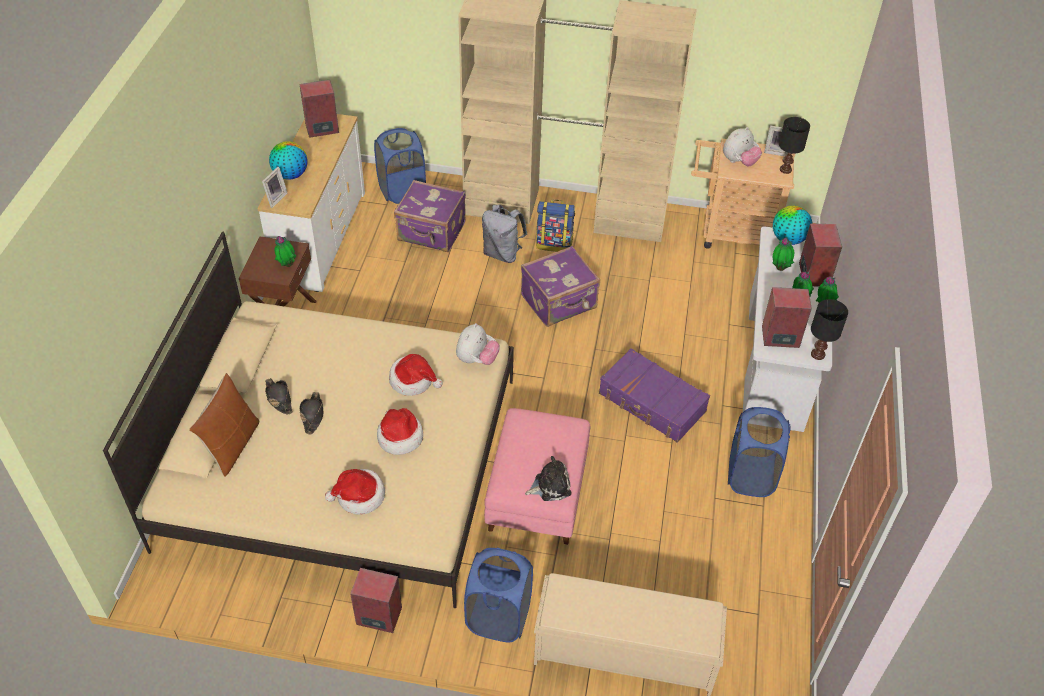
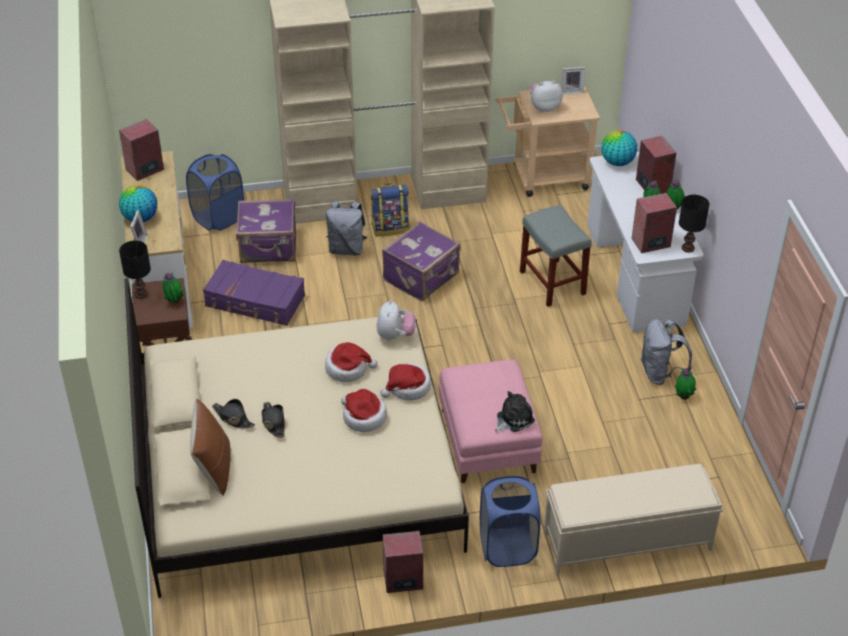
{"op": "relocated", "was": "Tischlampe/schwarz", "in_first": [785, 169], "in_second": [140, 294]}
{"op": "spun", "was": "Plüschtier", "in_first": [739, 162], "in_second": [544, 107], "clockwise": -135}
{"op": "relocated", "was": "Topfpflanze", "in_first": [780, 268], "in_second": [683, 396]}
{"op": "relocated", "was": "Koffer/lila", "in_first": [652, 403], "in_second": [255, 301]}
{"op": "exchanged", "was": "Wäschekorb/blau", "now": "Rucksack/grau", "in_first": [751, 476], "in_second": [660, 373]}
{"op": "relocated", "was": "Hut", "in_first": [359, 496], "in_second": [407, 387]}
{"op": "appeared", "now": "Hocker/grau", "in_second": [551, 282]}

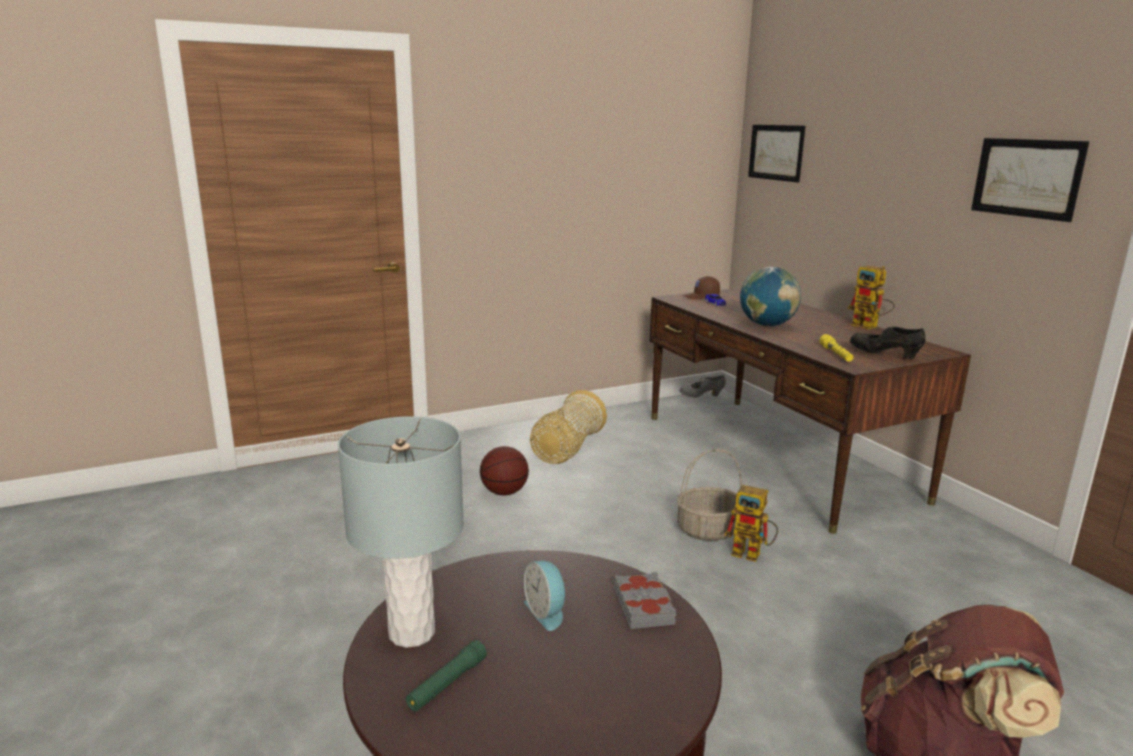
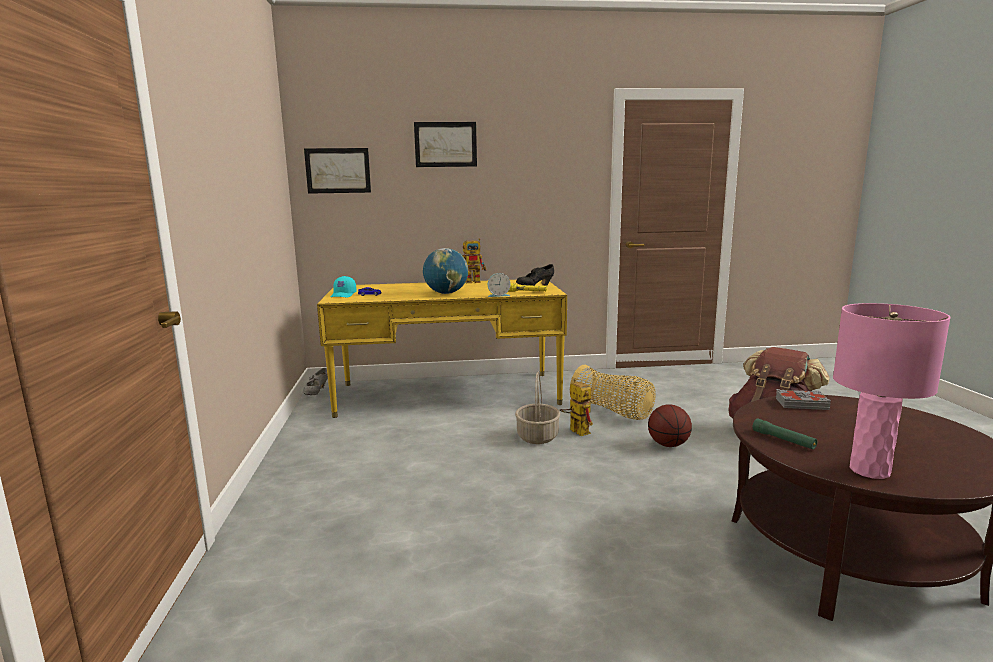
{"op": "relocated", "was": "Bild", "in_first": [1027, 178], "in_second": [445, 144]}
{"op": "colour", "was": "Kappe/braun", "now": "Kappe/türkis", "in_first": [701, 297], "in_second": [344, 295]}
{"op": "colour", "was": "Schreibtisch/braun", "now": "Schreibtisch/gelb", "in_first": [776, 456], "in_second": [447, 394]}
{"op": "relocated", "was": "Korb", "in_first": [567, 450], "in_second": [613, 412]}
{"op": "colour", "was": "Tischlampe/grau", "now": "Tischlampe/rosa", "in_first": [411, 633], "in_second": [870, 471]}
{"op": "relocated", "was": "Basketball", "in_first": [504, 492], "in_second": [668, 445]}
{"op": "spun", "was": "Spielzeugroboter", "in_first": [752, 554], "in_second": [575, 430], "clockwise": -75}
{"op": "relocated", "was": "Wecker", "in_first": [546, 612], "in_second": [498, 295]}
{"op": "relocated", "was": "Taschenlampe/grün", "in_first": [447, 684], "in_second": [783, 440]}

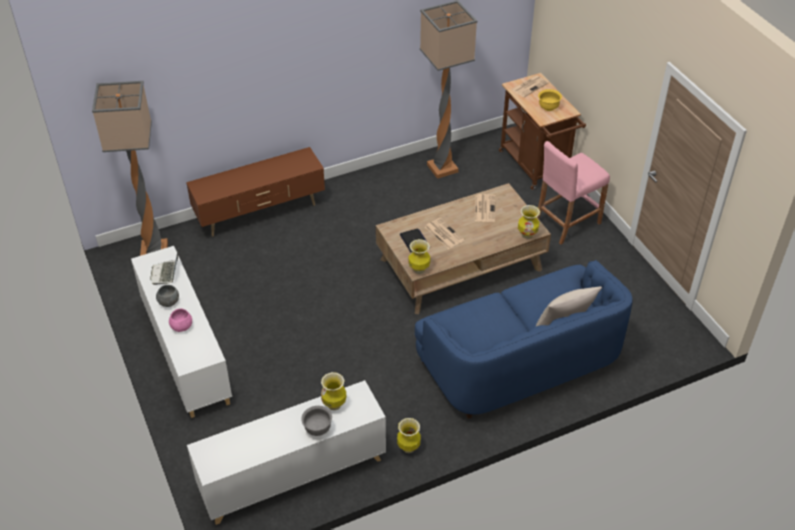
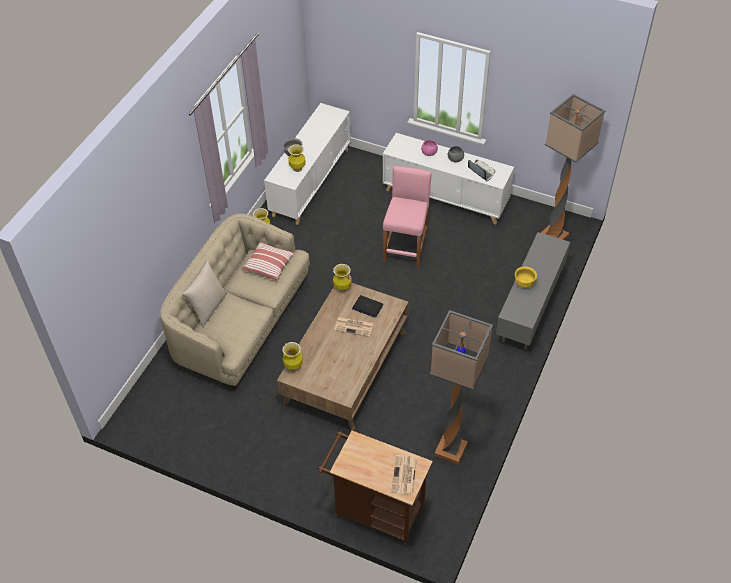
{"op": "relocated", "was": "Schüssel/gelb", "in_first": [548, 107], "in_second": [524, 283]}
{"op": "relocated", "was": "Hocker/rosa", "in_first": [566, 222], "in_second": [406, 248]}
{"op": "colour", "was": "Fernsehschrank/braun", "now": "Fernsehschrank/grau", "in_first": [260, 213], "in_second": [529, 308]}
{"op": "missing", "was": "Zeitung", "in_first": [484, 208]}
{"op": "colour", "was": "Sofa/blau", "now": "Sofa/beige", "in_first": [520, 361], "in_second": [241, 322]}
{"op": "appeared", "now": "Kissen", "in_second": [269, 265]}

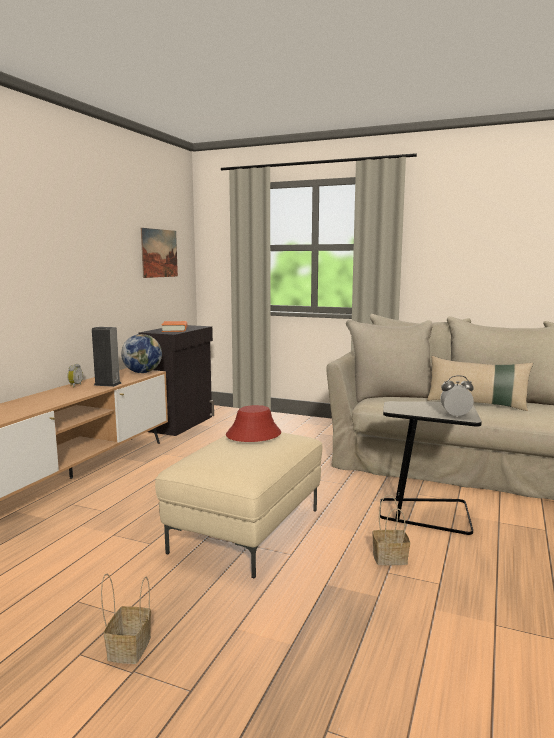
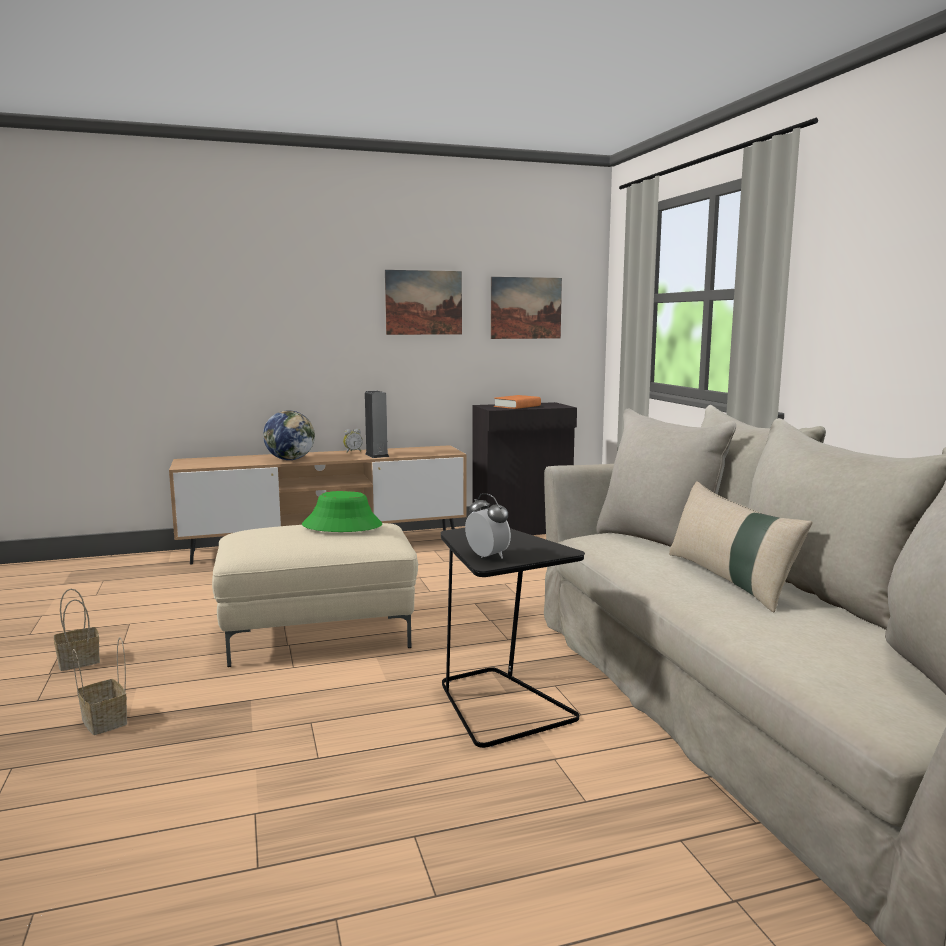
{"op": "relocated", "was": "Globus", "in_first": [142, 372], "in_second": [290, 459]}
{"op": "colour", "was": "Hut/rot", "now": "Hut/grün", "in_first": [253, 434], "in_second": [342, 525]}
{"op": "relocated", "was": "Korb", "in_first": [391, 558], "in_second": [106, 722]}
{"op": "appeared", "now": "Bild", "in_second": [423, 302]}

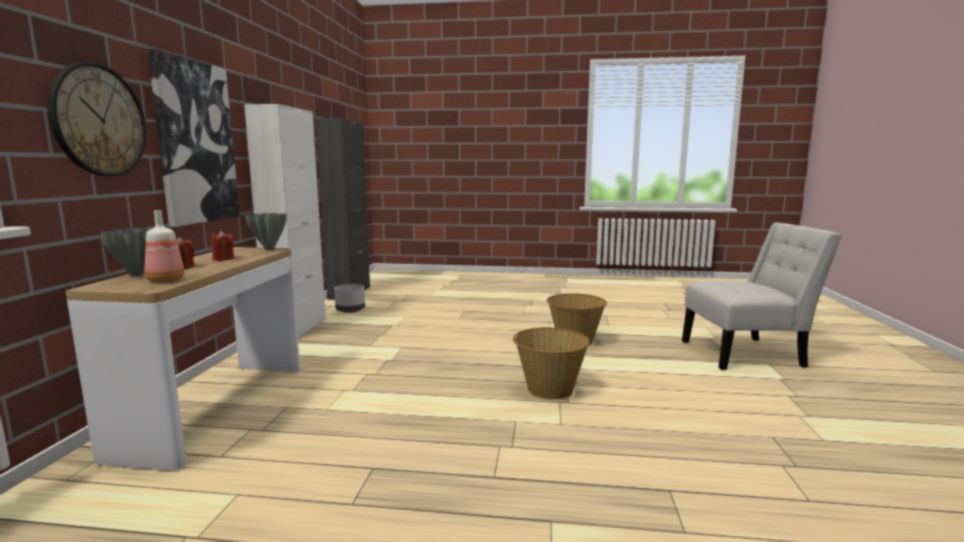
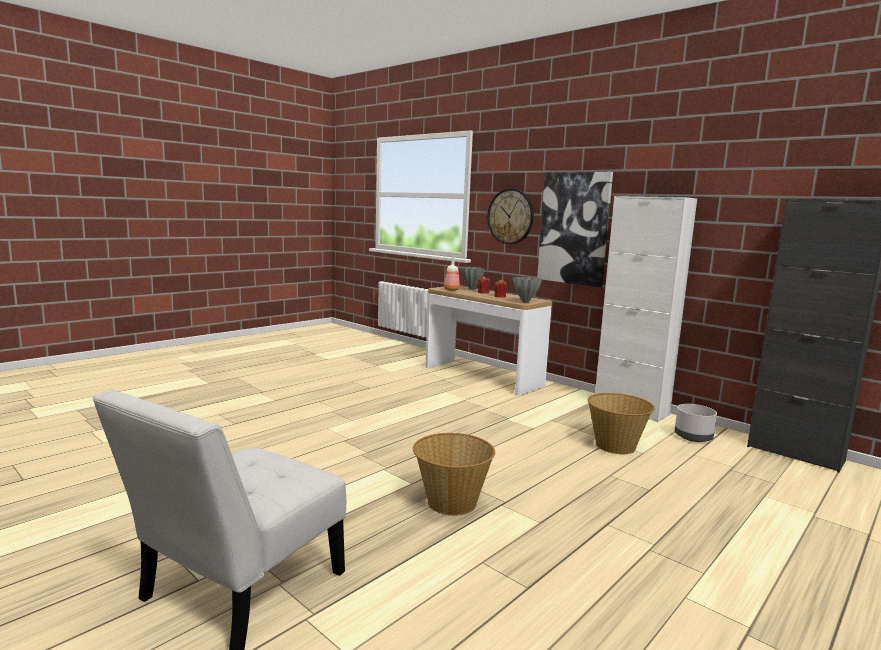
{"op": "relocated", "was": "Korb", "in_first": [549, 389], "in_second": [616, 446]}

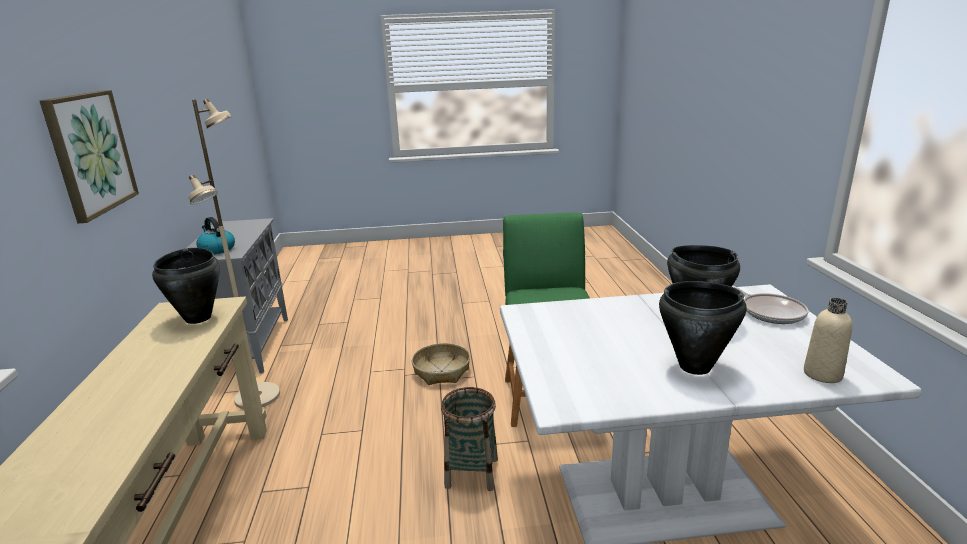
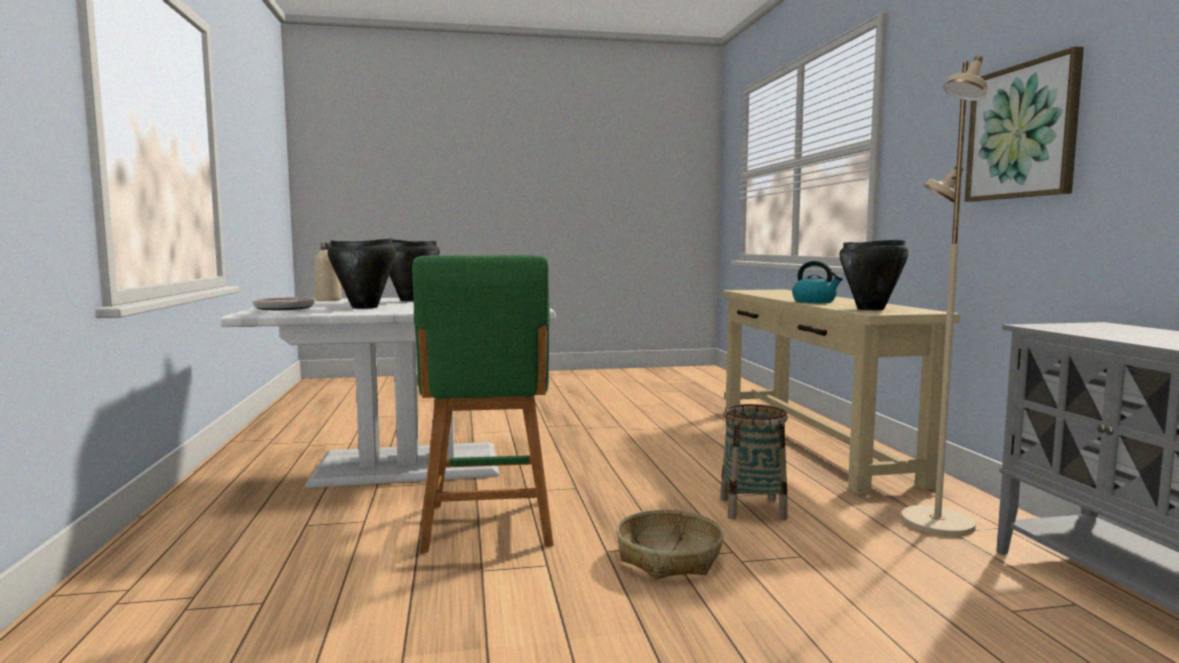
{"op": "relocated", "was": "Wasserkessel", "in_first": [217, 249], "in_second": [814, 301]}
{"op": "relocated", "was": "Korb", "in_first": [471, 473], "in_second": [752, 508]}

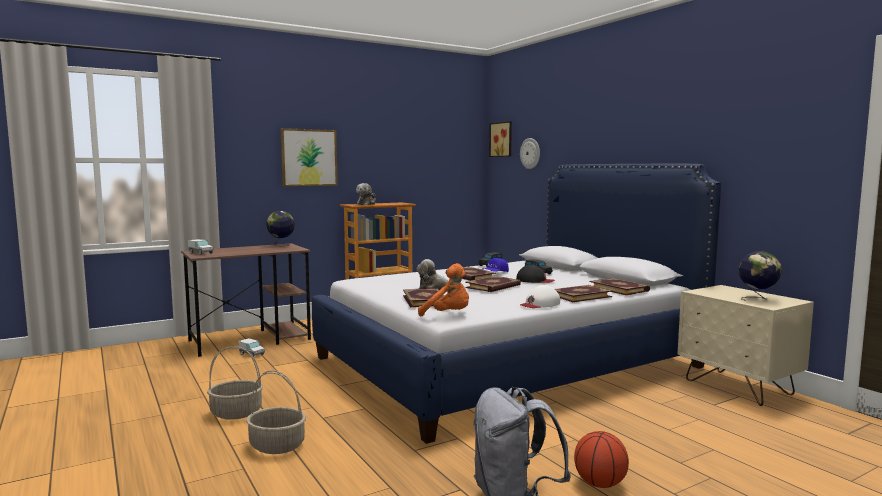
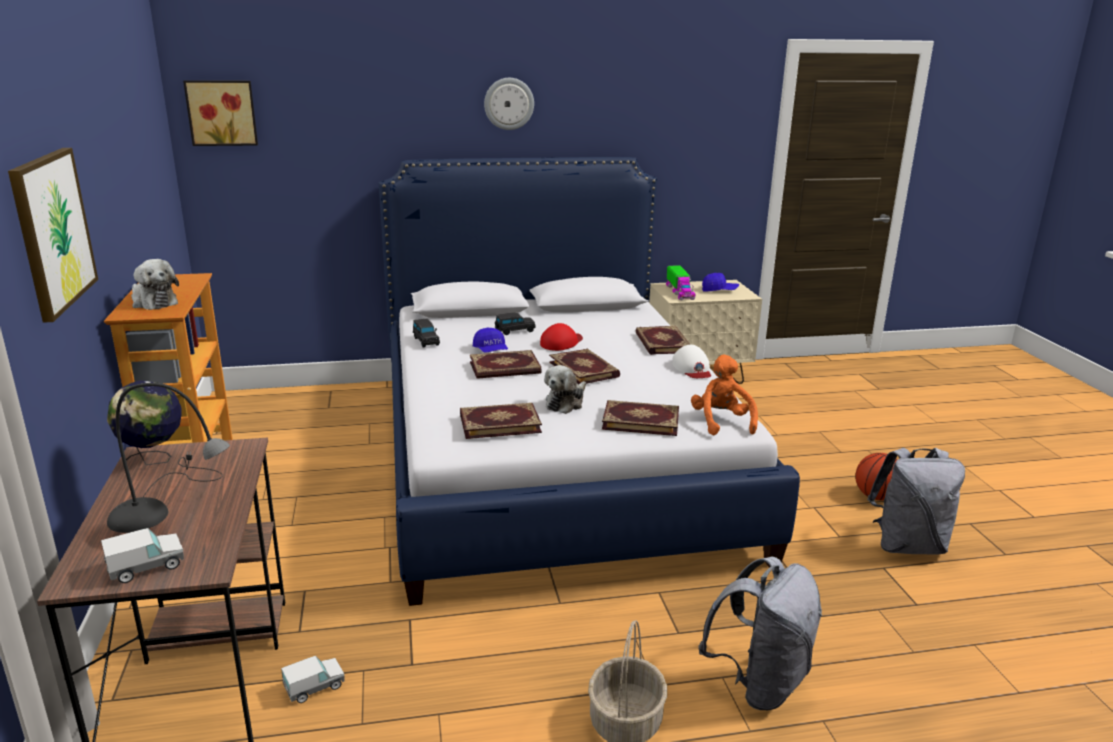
{"op": "relocated", "was": "Wanduhr", "in_first": [530, 153], "in_second": [509, 103]}
{"op": "exchanged", "was": "Globus", "now": "Kappe/blau", "in_first": [757, 299], "in_second": [719, 290]}
{"op": "spun", "was": "Plüschtier/orange", "in_first": [448, 315], "in_second": [721, 422], "clockwise": -60}
{"op": "colour", "was": "Kappe/schwarz", "now": "Kappe/rot", "in_first": [534, 280], "in_second": [561, 342]}
{"op": "relocated", "was": "Buch", "in_first": [619, 289], "in_second": [499, 423]}
{"op": "exchanged", "was": "Korb", "now": "Rucksack/grau", "in_first": [278, 445], "in_second": [759, 683]}
{"op": "appeared", "now": "Spielzeuglaster", "in_second": [679, 292]}
{"op": "appeared", "now": "Tischlampe/grau", "in_second": [171, 517]}

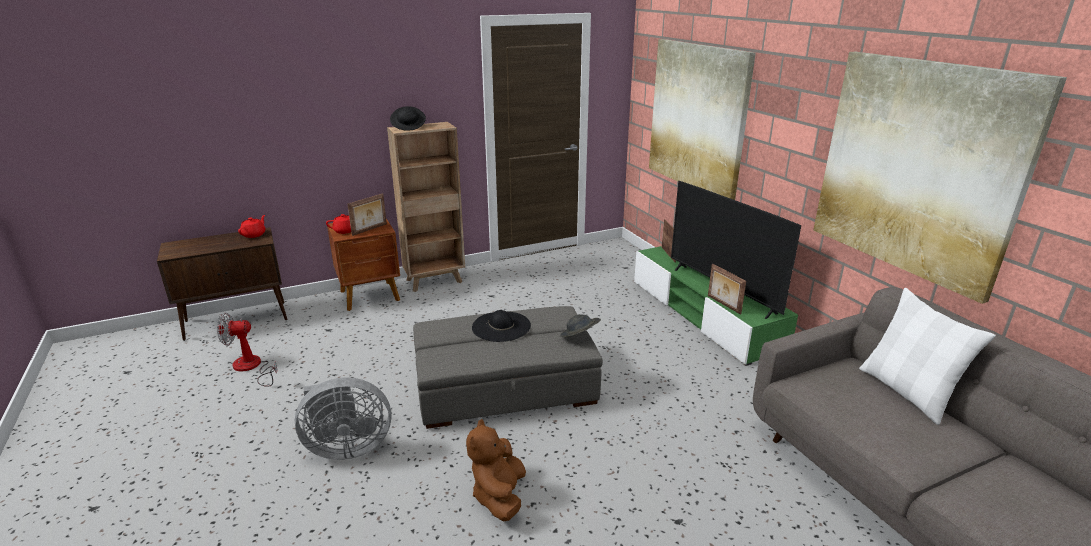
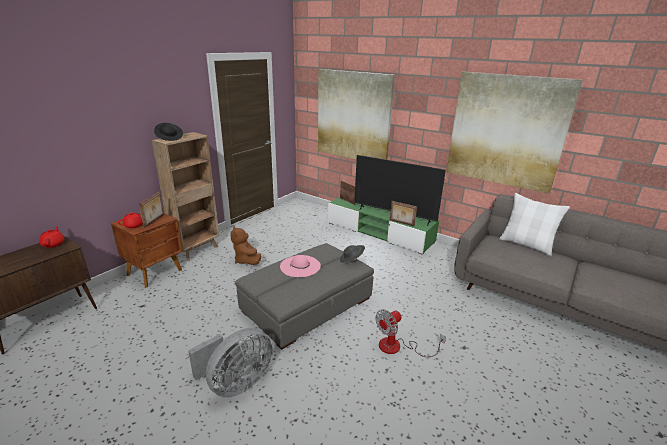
{"op": "colour", "was": "Hut/schwarz", "now": "Hut/rosa", "in_first": [501, 326], "in_second": [300, 266]}
{"op": "relocated", "was": "Ventilator", "in_first": [252, 367], "in_second": [397, 347]}
{"op": "relocated", "was": "Plüschtier/braun", "in_first": [499, 496], "in_second": [247, 260]}

